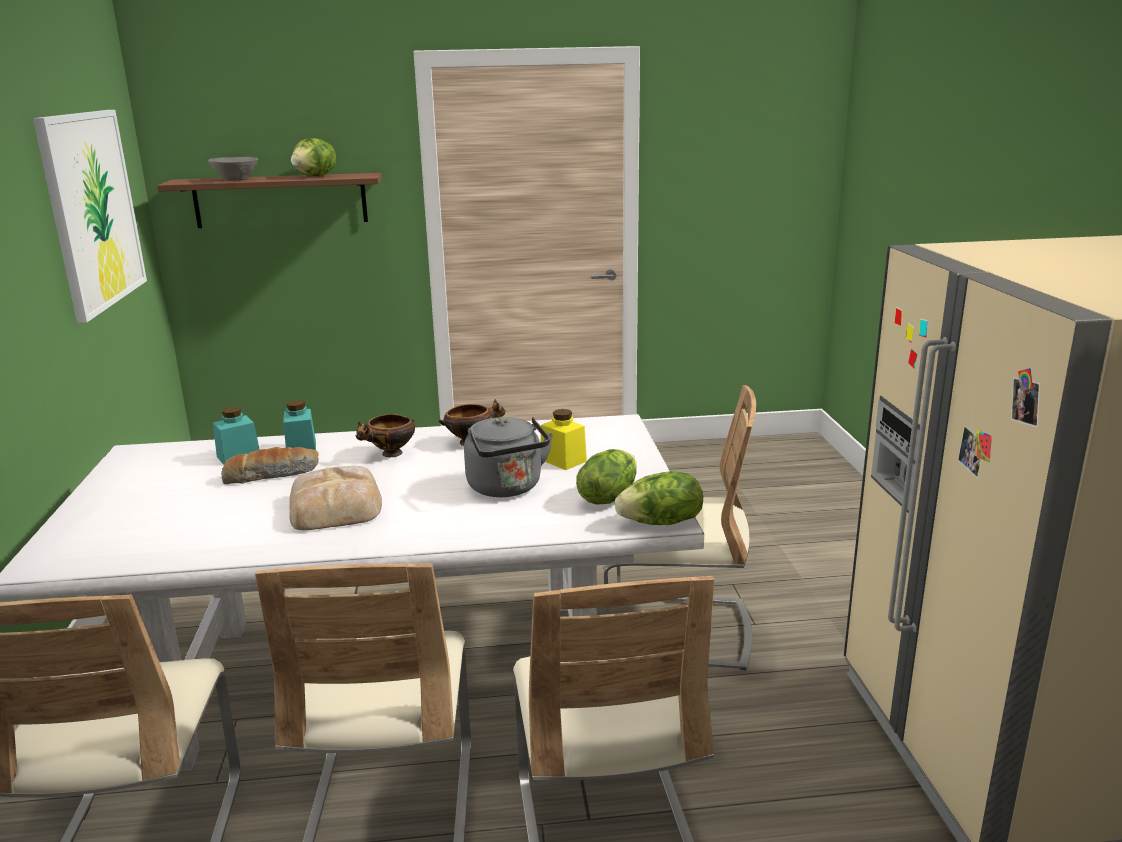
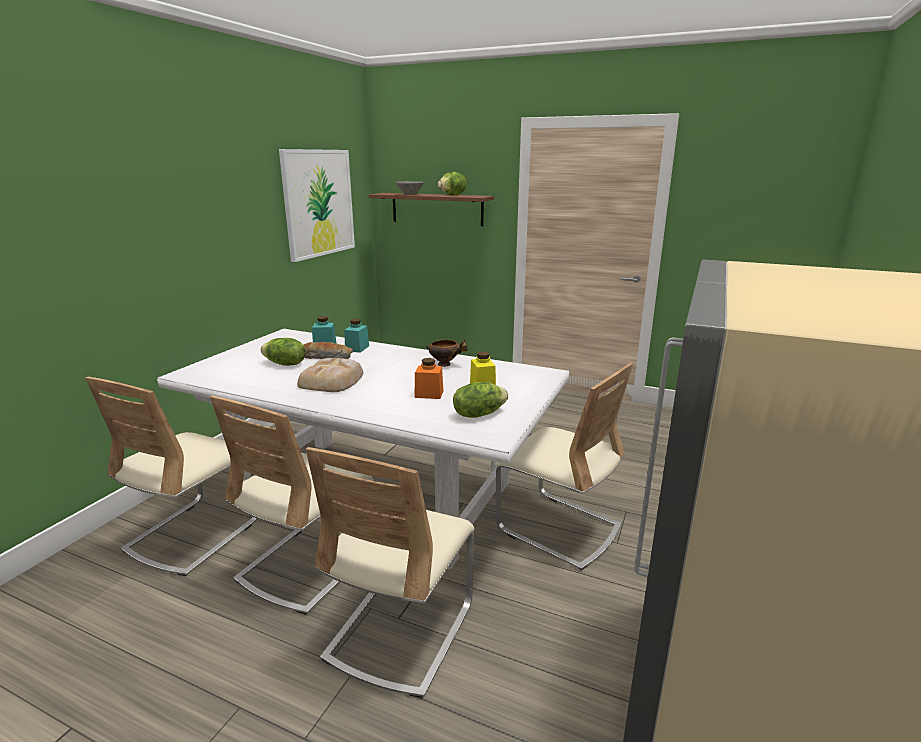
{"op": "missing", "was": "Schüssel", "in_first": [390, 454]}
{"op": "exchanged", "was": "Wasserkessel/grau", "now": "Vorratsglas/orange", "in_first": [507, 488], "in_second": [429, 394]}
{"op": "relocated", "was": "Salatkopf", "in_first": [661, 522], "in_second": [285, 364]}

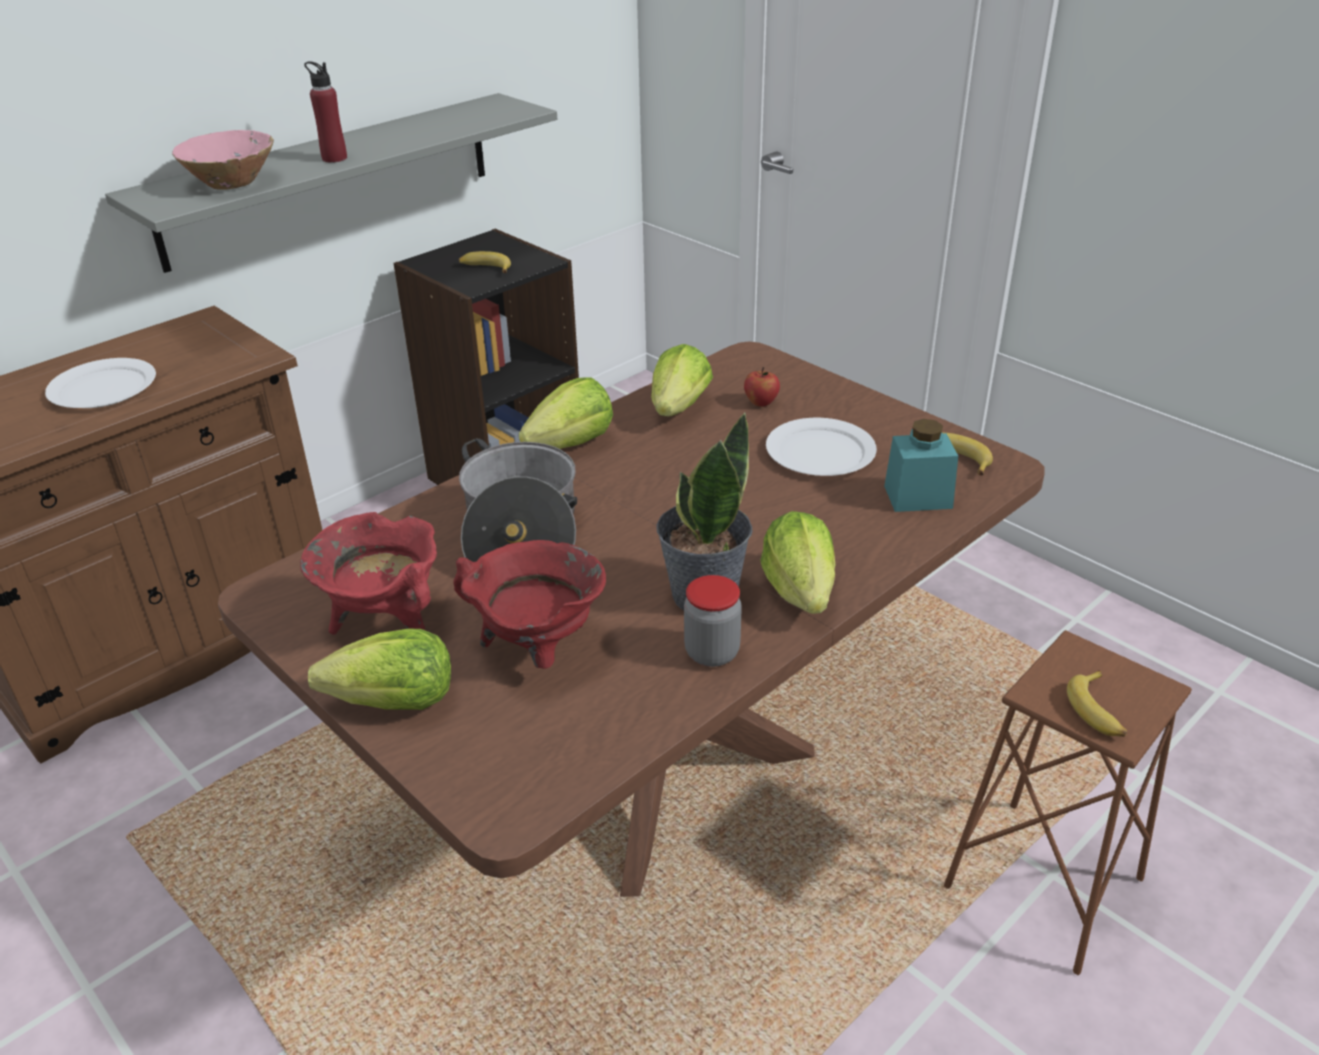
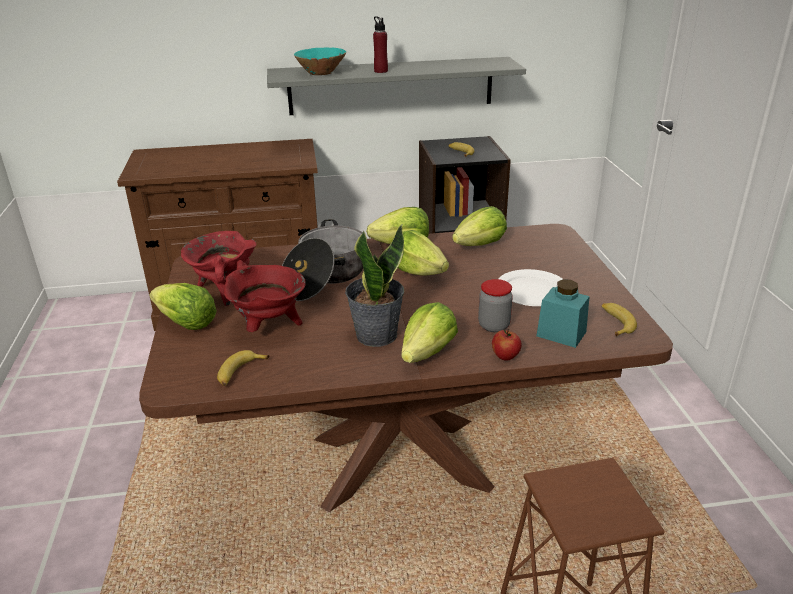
{"op": "colour", "was": "Schüssel/rosa", "now": "Schüssel/türkis", "in_first": [232, 183], "in_second": [321, 73]}
{"op": "missing", "was": "Teller/weiß", "in_first": [104, 388]}
{"op": "relocated", "was": "Apfel", "in_first": [761, 403], "in_second": [505, 356]}
{"op": "relocated", "was": "Vorratsglas", "in_first": [712, 653], "in_second": [494, 326]}
{"op": "relocated", "was": "Banane", "in_first": [1098, 711], "in_second": [240, 373]}
{"op": "appeared", "now": "Salatkopf", "in_second": [418, 271]}

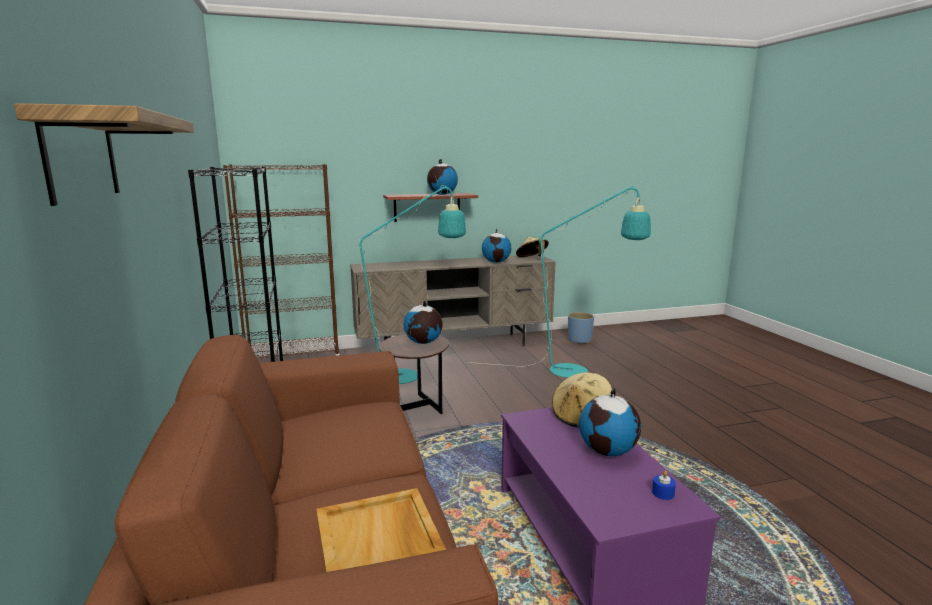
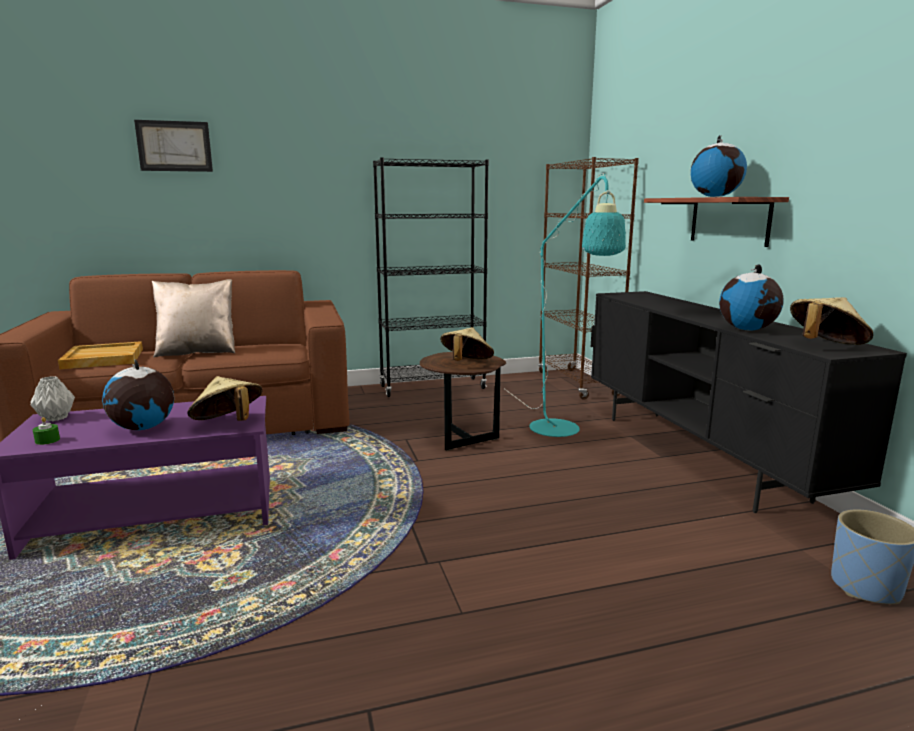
{"op": "exchanged", "was": "Wandregal", "now": "Bild", "in_first": [81, 156], "in_second": [174, 146]}
{"op": "missing", "was": "Stehlampe/türkis", "in_first": [579, 371]}
{"op": "colour", "was": "Fernsehschrank/beige", "now": "Fernsehschrank/schwarz", "in_first": [455, 345], "in_second": [698, 456]}
{"op": "exchanged", "was": "Globus", "now": "Hut/beige", "in_first": [423, 342], "in_second": [466, 363]}
{"op": "colour", "was": "Kerze/blau", "now": "Kerze/grün", "in_first": [663, 493], "in_second": [47, 440]}
{"op": "appeared", "now": "Kissen/beige", "in_second": [198, 352]}
{"op": "appeared", "now": "Vase/grau", "in_second": [56, 418]}

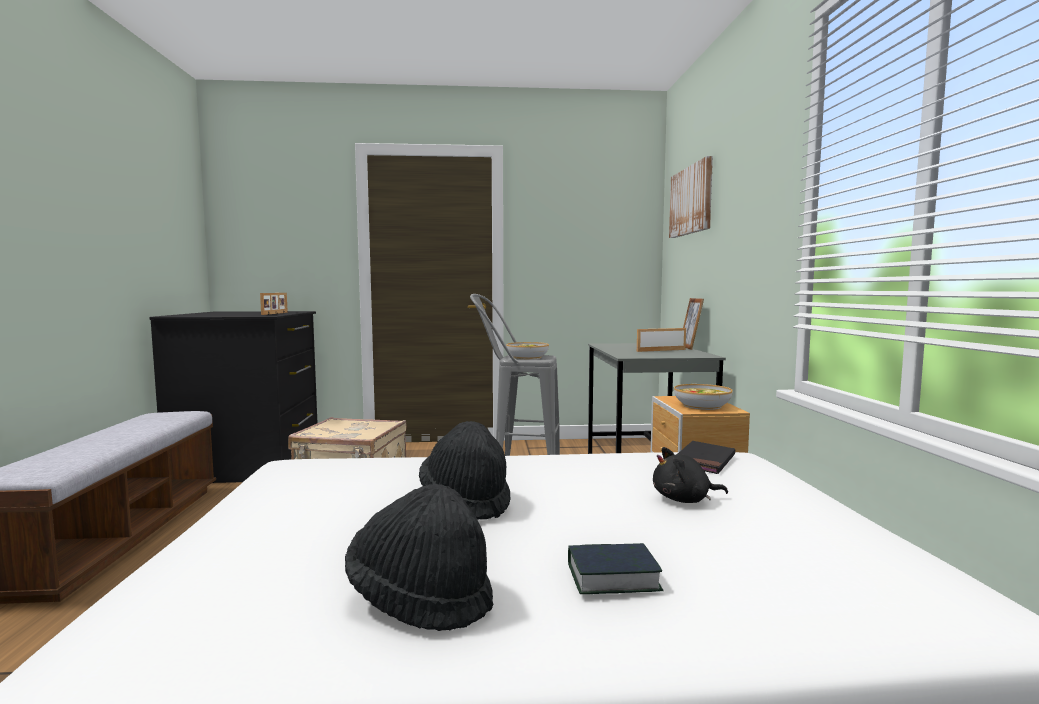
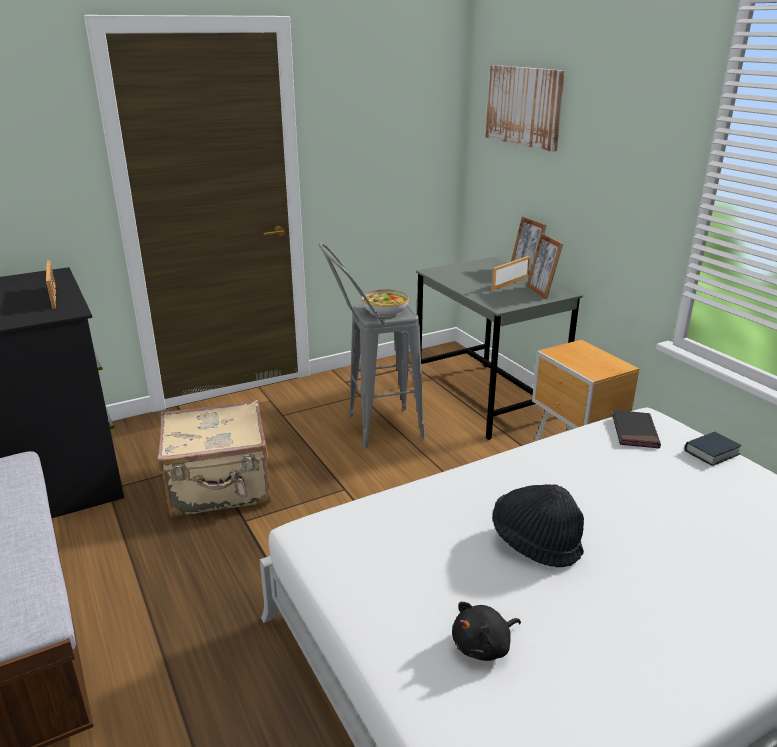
{"op": "missing", "was": "Schüssel", "in_first": [701, 405]}
{"op": "relocated", "was": "Plüschtier/schwarz", "in_first": [684, 500], "in_second": [484, 646]}
{"op": "missing", "was": "Hut/schwarz", "in_first": [420, 598]}
{"op": "relocated", "was": "Buch", "in_first": [612, 577], "in_second": [711, 453]}
{"op": "appeared", "now": "Bilderrahmen", "in_second": [541, 292]}

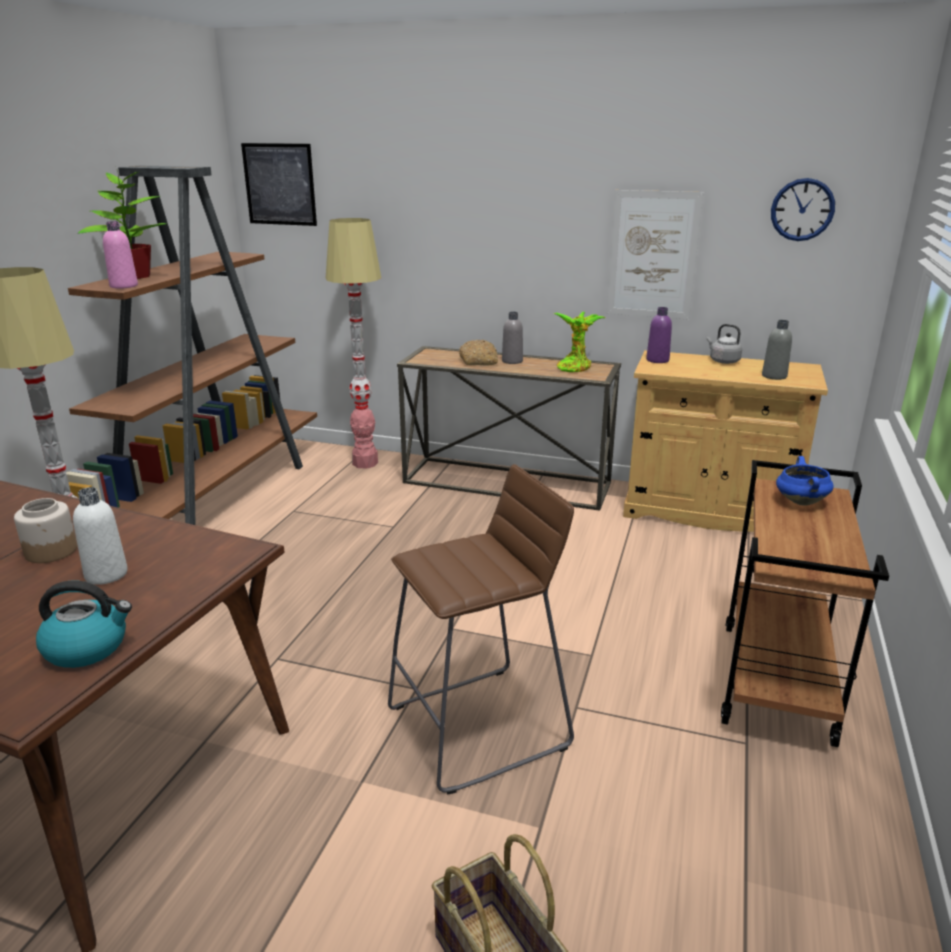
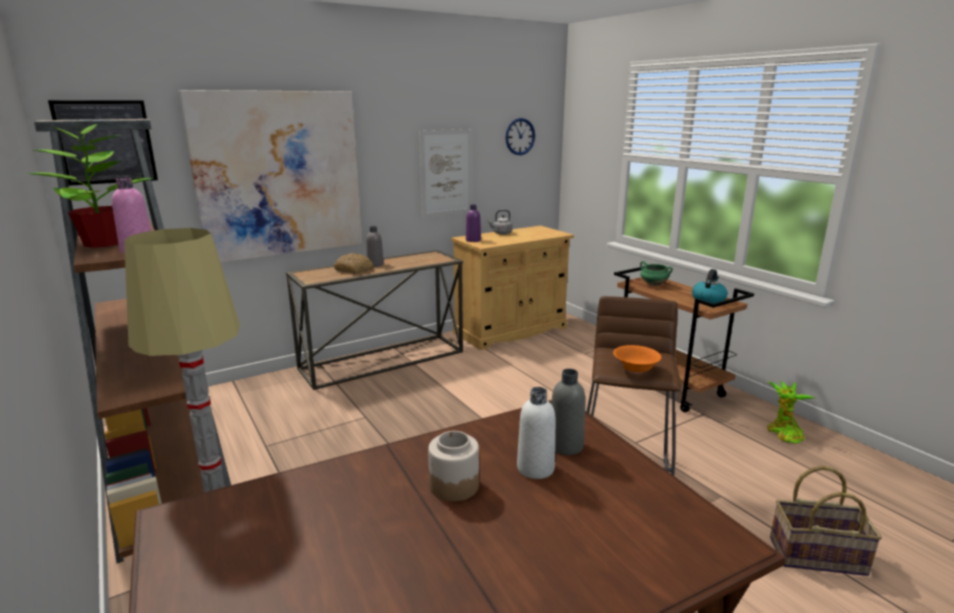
{"op": "missing", "was": "Stehlampe", "in_first": [365, 463]}
{"op": "relocated", "was": "Topfpflanze", "in_first": [575, 367], "in_second": [783, 433]}
{"op": "relocated", "was": "Flasche/grau", "in_first": [774, 376], "in_second": [565, 446]}
{"op": "colour", "was": "Kochtopf/blau", "now": "Kochtopf/grün", "in_first": [800, 501], "in_second": [653, 284]}
{"op": "relocated", "was": "Wasserkessel", "in_first": [88, 647], "in_second": [708, 299]}
{"op": "appeared", "now": "Bild", "in_second": [278, 174]}
{"op": "appeared", "now": "Schüssel/orange", "in_second": [635, 370]}

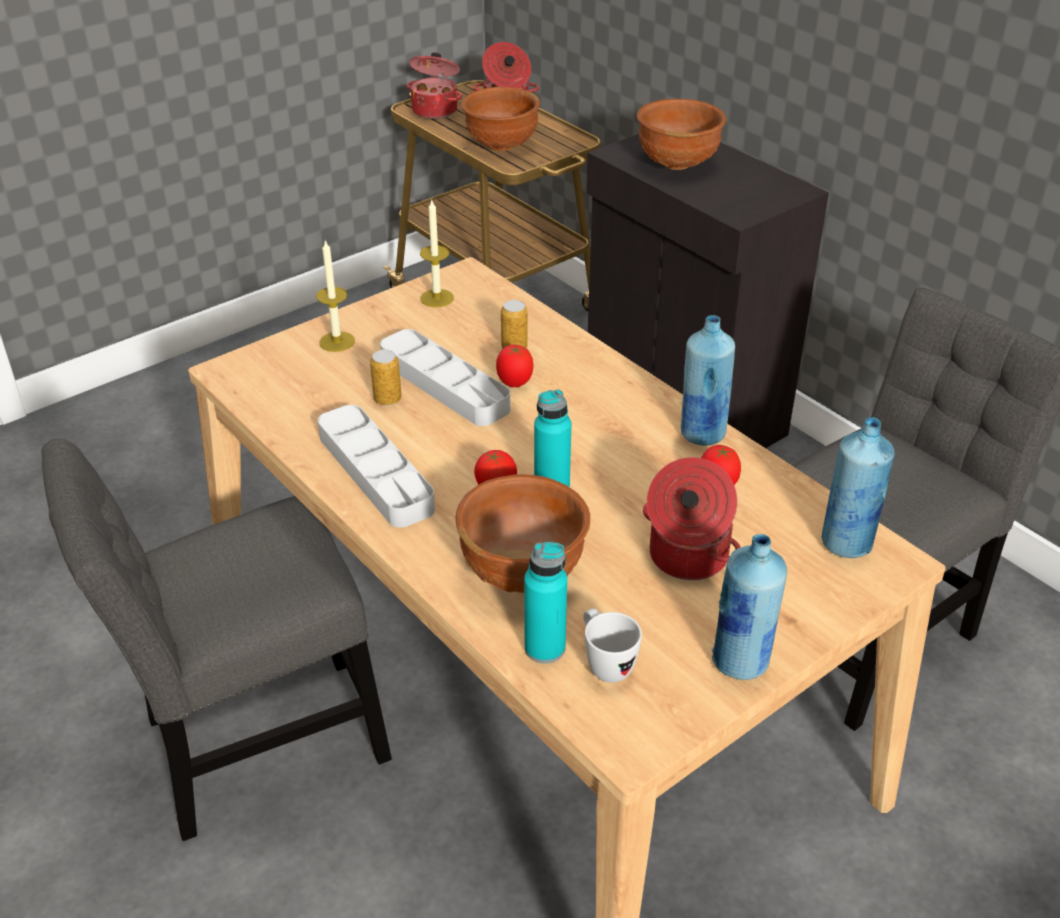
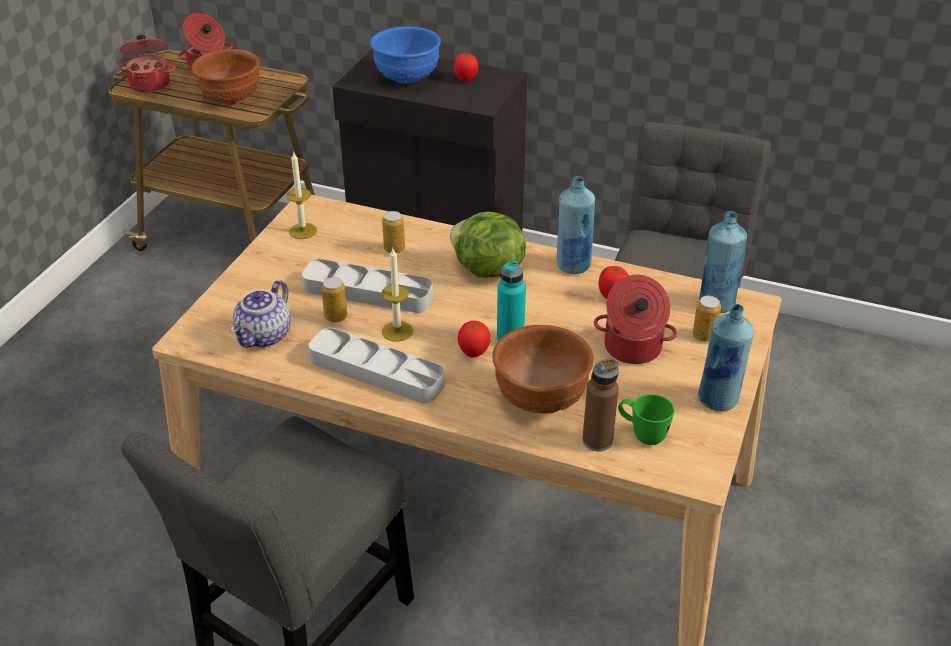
{"op": "colour", "was": "Schüssel/braun", "now": "Schüssel/blau", "in_first": [678, 164], "in_second": [407, 78]}
{"op": "relocated", "was": "Kerze", "in_first": [337, 341], "in_second": [397, 331]}
{"op": "relocated", "was": "Tomate", "in_first": [514, 383], "in_second": [465, 80]}
{"op": "colour", "was": "Flasche/türkis", "now": "Flasche/braun", "in_first": [545, 648], "in_second": [597, 441]}
{"op": "colour", "was": "Henkelbecher/weiß", "now": "Henkelbecher/grün", "in_first": [605, 663], "in_second": [642, 434]}
{"op": "appeared", "now": "Salatkopf", "in_second": [486, 270]}
{"op": "appeared", "now": "Teekanne", "in_second": [265, 337]}
{"op": "appeared", "now": "Dose", "in_second": [704, 336]}

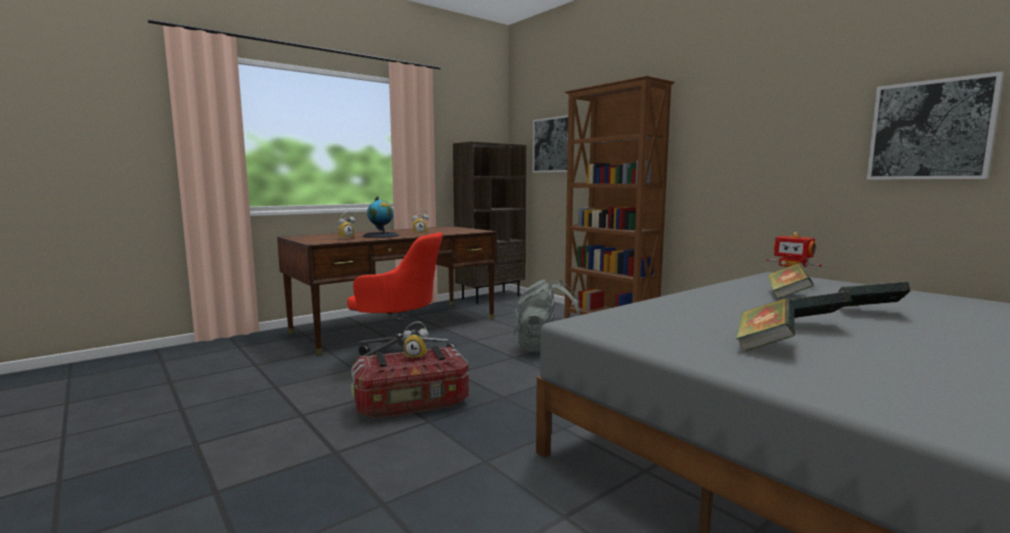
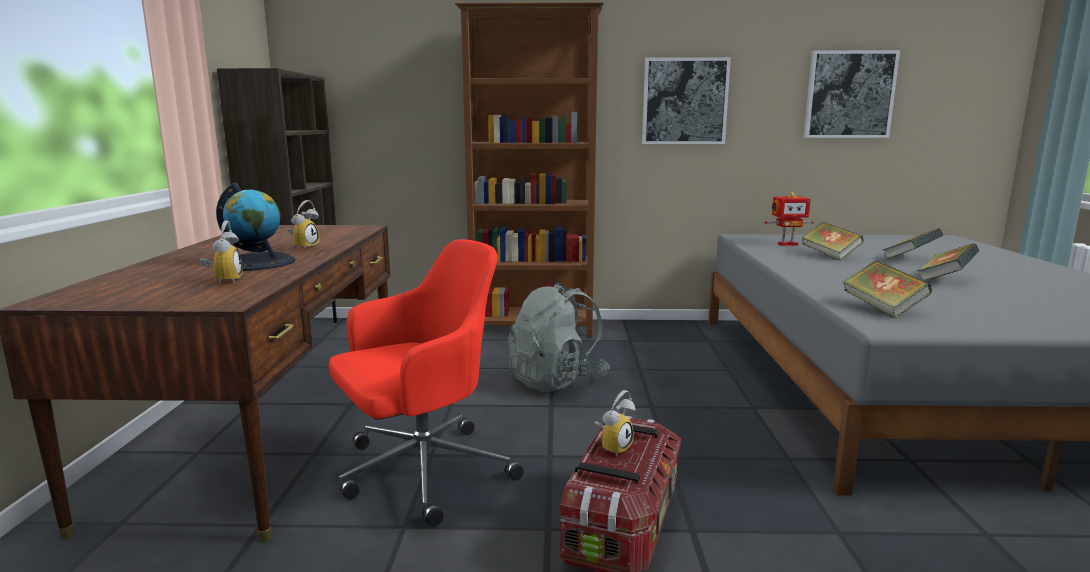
{"op": "relocated", "was": "Bild", "in_first": [553, 145], "in_second": [684, 101]}
{"op": "relocated", "was": "Buch", "in_first": [763, 345], "in_second": [882, 308]}

